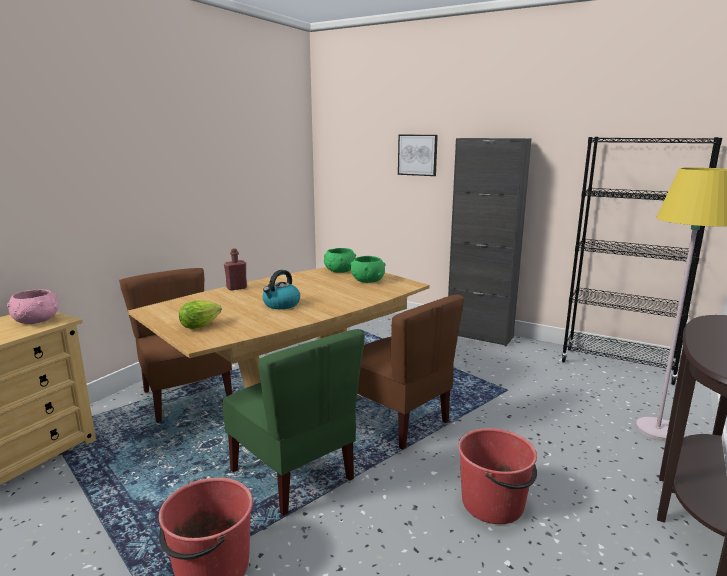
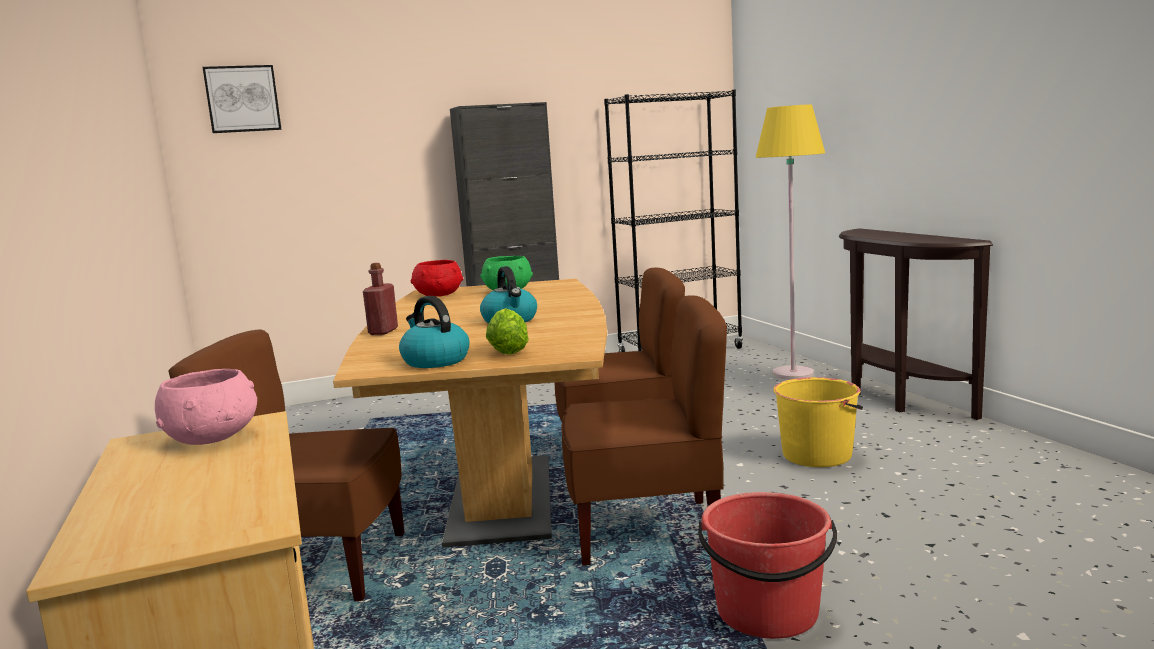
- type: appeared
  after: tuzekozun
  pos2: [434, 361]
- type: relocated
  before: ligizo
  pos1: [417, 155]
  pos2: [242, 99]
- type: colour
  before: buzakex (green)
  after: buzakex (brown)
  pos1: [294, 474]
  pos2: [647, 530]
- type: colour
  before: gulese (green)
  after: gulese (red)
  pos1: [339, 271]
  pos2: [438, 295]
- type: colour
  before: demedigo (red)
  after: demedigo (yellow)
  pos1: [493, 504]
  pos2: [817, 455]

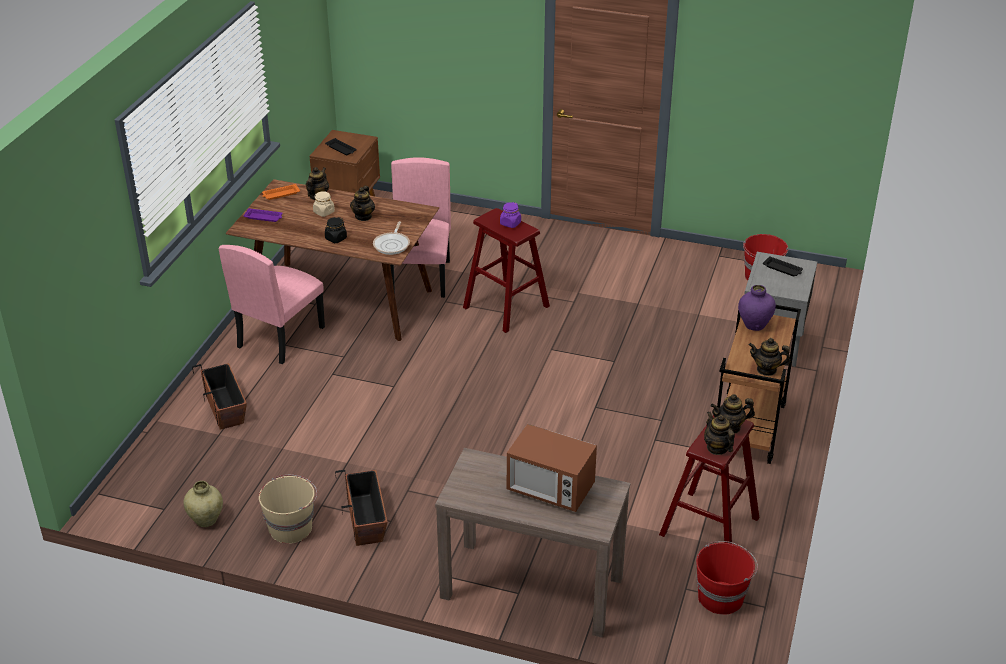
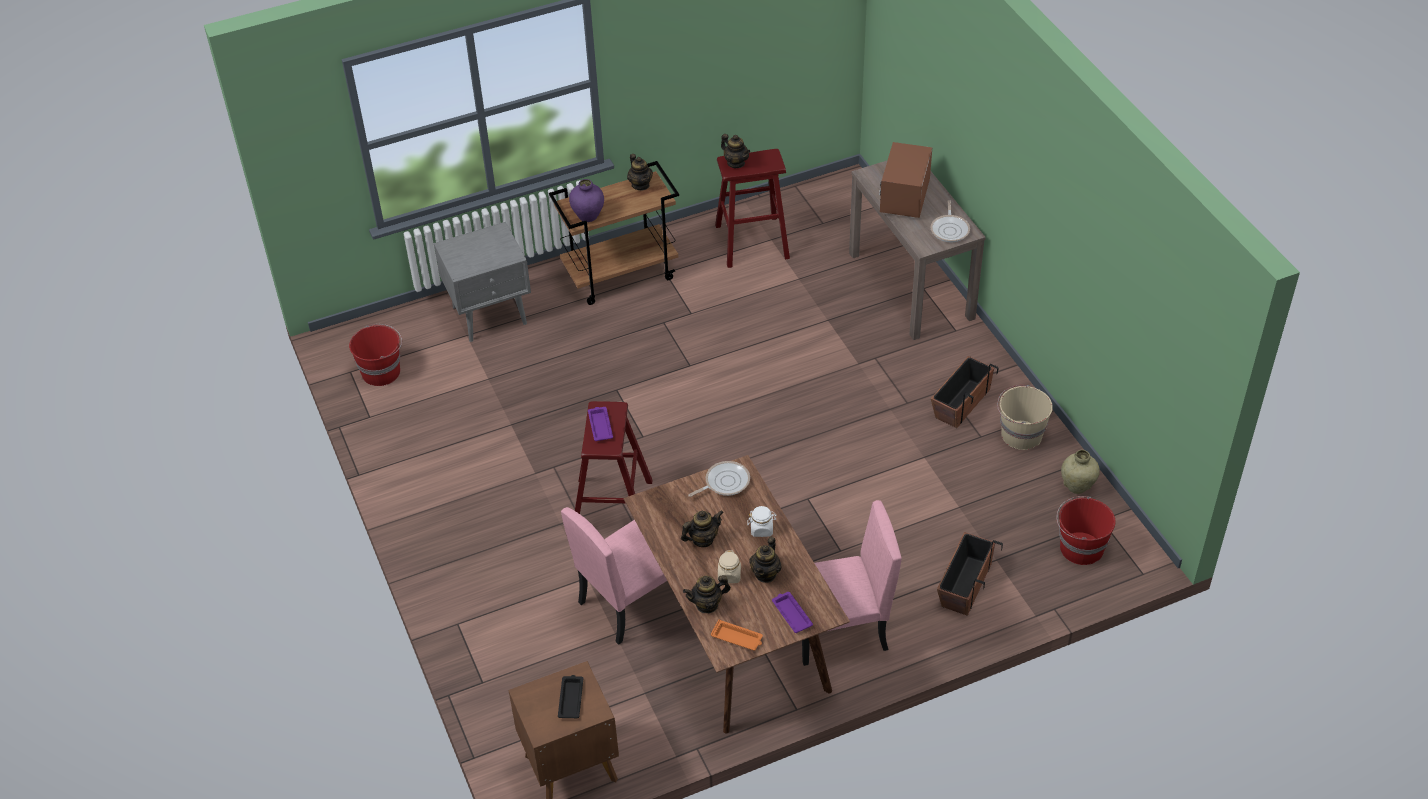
- type: missing
  before: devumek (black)
  pos1: [783, 269]
- type: appeared
  after: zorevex
  pos2: [950, 229]
- type: relocated
  before: demedigo (red)
  pos1: [721, 597]
  pos2: [1080, 548]
- type: relocated
  before: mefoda
  pos1: [717, 448]
  pos2: [765, 574]
- type: exchanged
  before: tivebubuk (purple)
  after: devumek (purple)
  pos1: [510, 223]
  pos2: [600, 425]
- type: colour
  before: tivebubuk (black)
  after: tivebubuk (white)
  pos1: [336, 238]
  pos2: [762, 529]
- type: spun
  before: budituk
  pos1: [550, 489]
  pos2: [904, 198]
  turn: -150

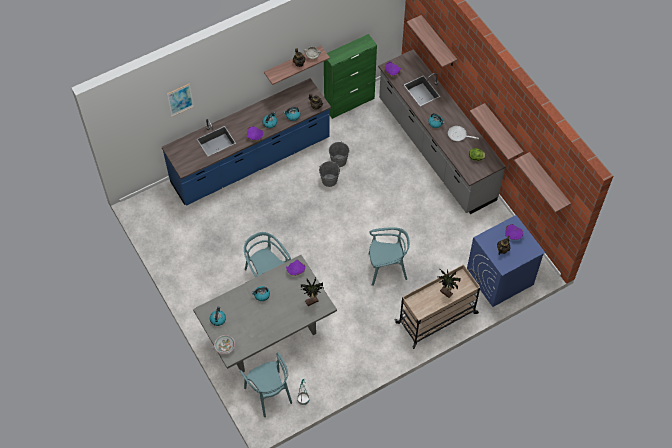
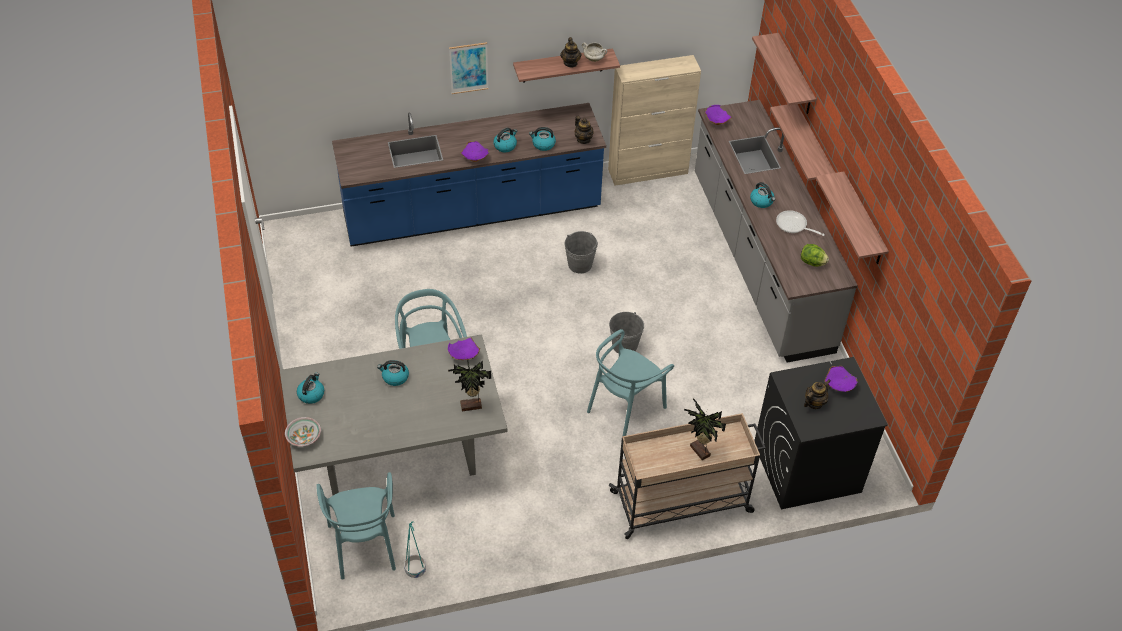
- type: relocated
  before: ligizo
  pos1: [180, 100]
  pos2: [468, 68]
- type: relocated
  before: demedigo (grey)
  pos1: [339, 161]
  pos2: [625, 345]
- type: relocated
  before: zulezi
  pos1: [548, 182]
  pos2: [813, 147]
- type: colour
  before: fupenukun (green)
  after: fupenukun (beige)
  pos1: [349, 103]
  pos2: [648, 171]
- type: colour
  before: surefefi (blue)
  after: surefefi (black)
  pos1: [499, 278]
  pos2: [806, 468]
- type: spun
  before: buzakex (turquoise)
  pos1: [387, 268]
  pos2: [625, 407]
  turn: 120

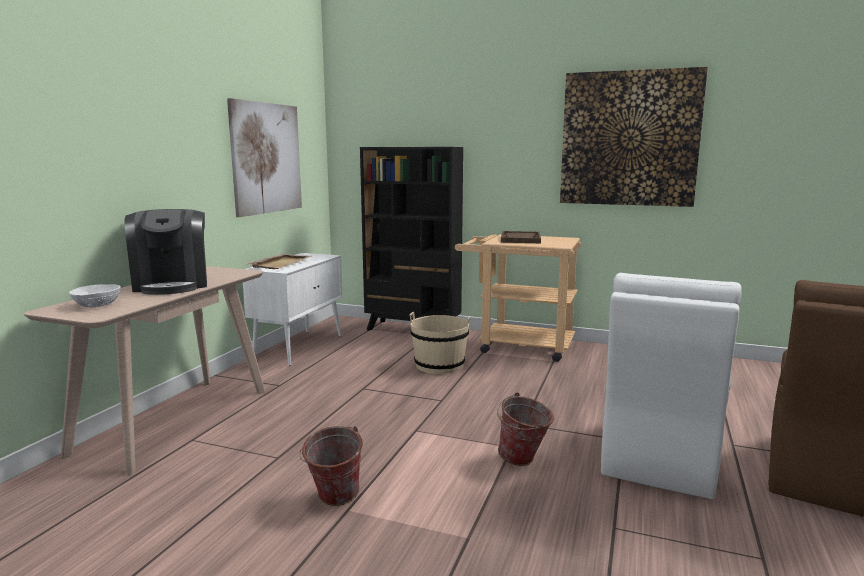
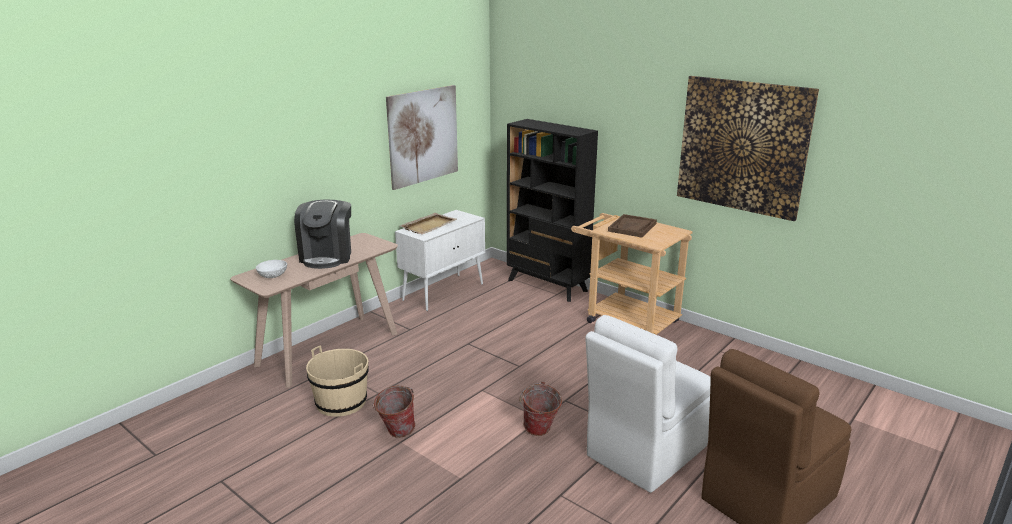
- type: relocated
  before: demedigo (beige)
  pos1: [439, 365]
  pos2: [341, 402]

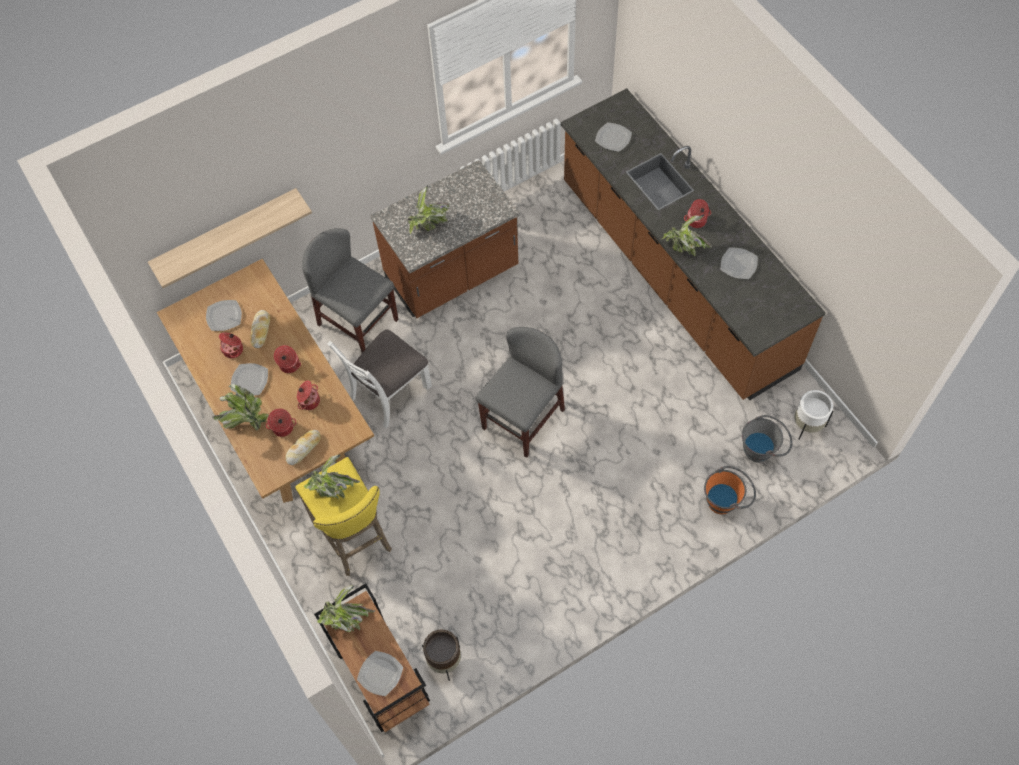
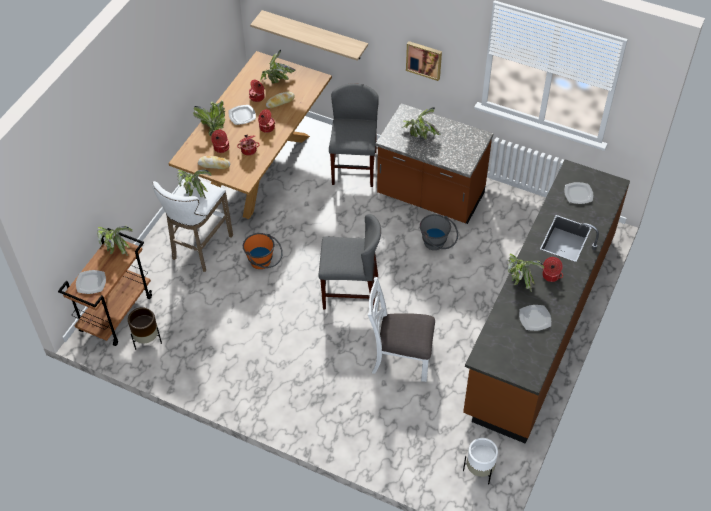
- type: appeared
  after: ligizo
  pos2: [424, 59]
- type: relocated
  before: buzakex (white)
  pos1: [389, 392]
  pos2: [400, 358]
- type: relocated
  before: demedigo (orange)
  pos1: [726, 500]
  pos2: [264, 263]
- type: relocated
  before: demedigo (grey)
  pos1: [763, 449]
  pos2: [437, 244]
- type: exchanged
  before: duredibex
  after: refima
  pos1: [224, 316]
  pos2: [277, 80]
- type: colour
  before: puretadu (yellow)
  after: puretadu (white)
  pos1: [355, 538]
  pos2: [200, 249]

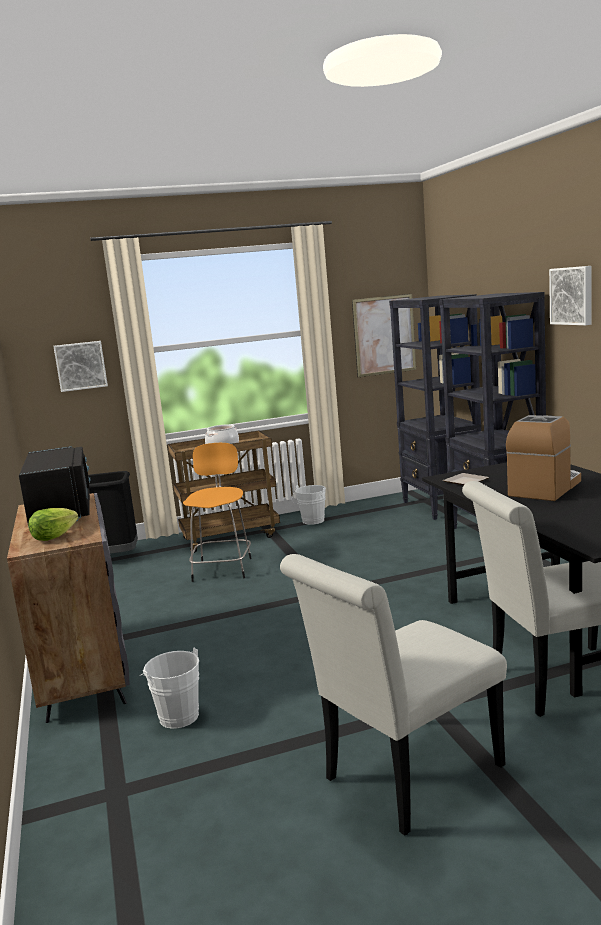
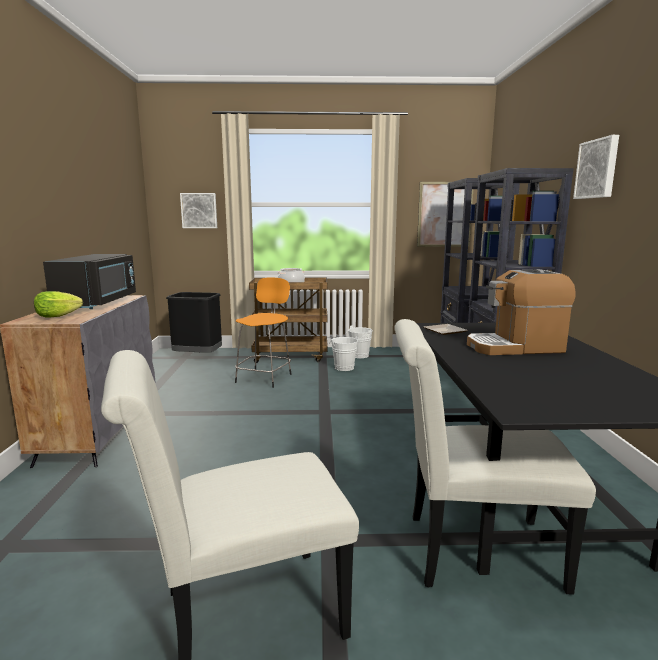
- type: relocated
  before: demedigo (white)
  pos1: [176, 715]
  pos2: [343, 367]
- type: spun
  before: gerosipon
  pos1: [545, 488]
  pos2: [515, 347]
  turn: -150

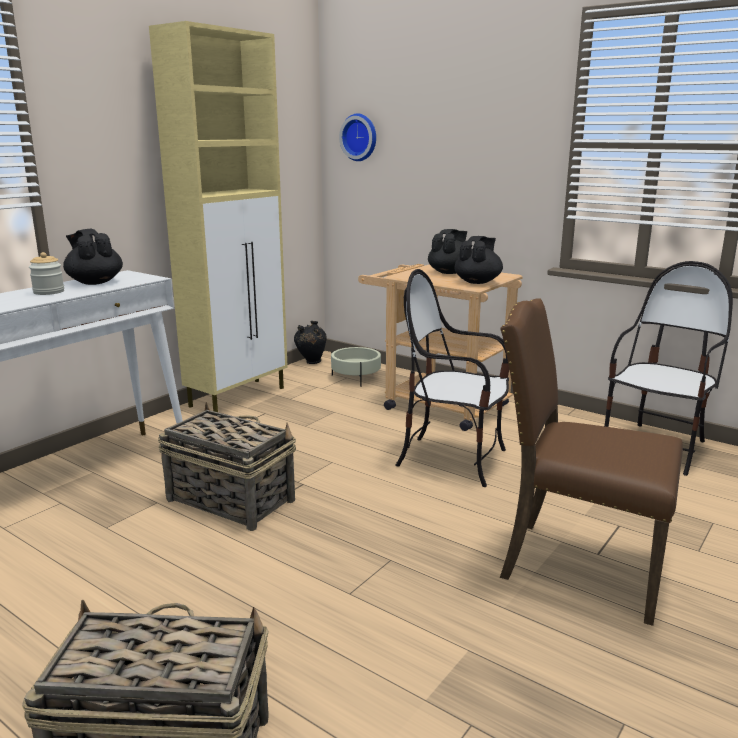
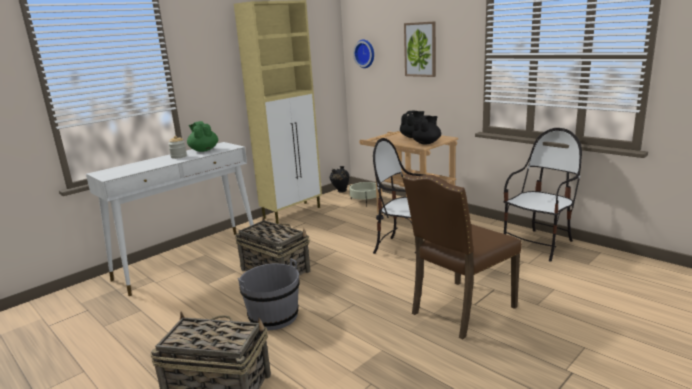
- type: appeared
  after: demedigo (grey)
  pos2: [273, 316]
- type: appeared
  after: ligizo
  pos2: [420, 49]
- type: colour
  before: mefoda (black)
  after: mefoda (green)
  pos1: [95, 282]
  pos2: [204, 150]
- type: spun
  before: buzakex (brown)
  pos1: [578, 565]
  pos2: [460, 310]
  turn: -75

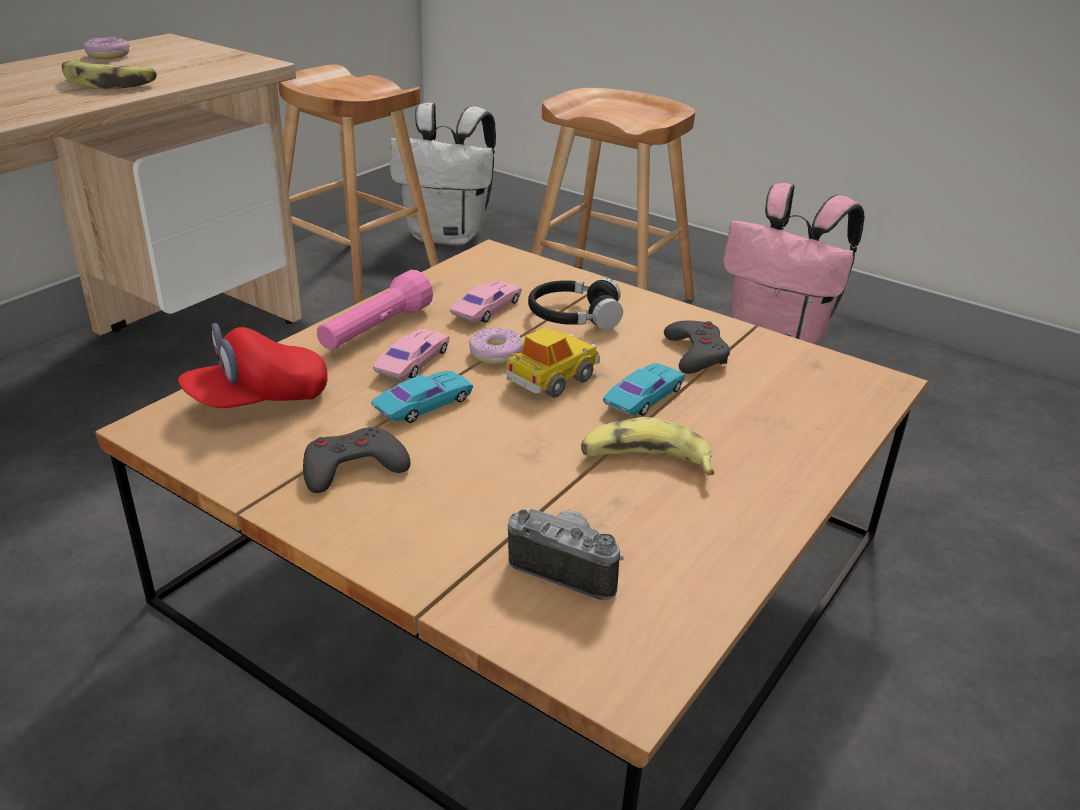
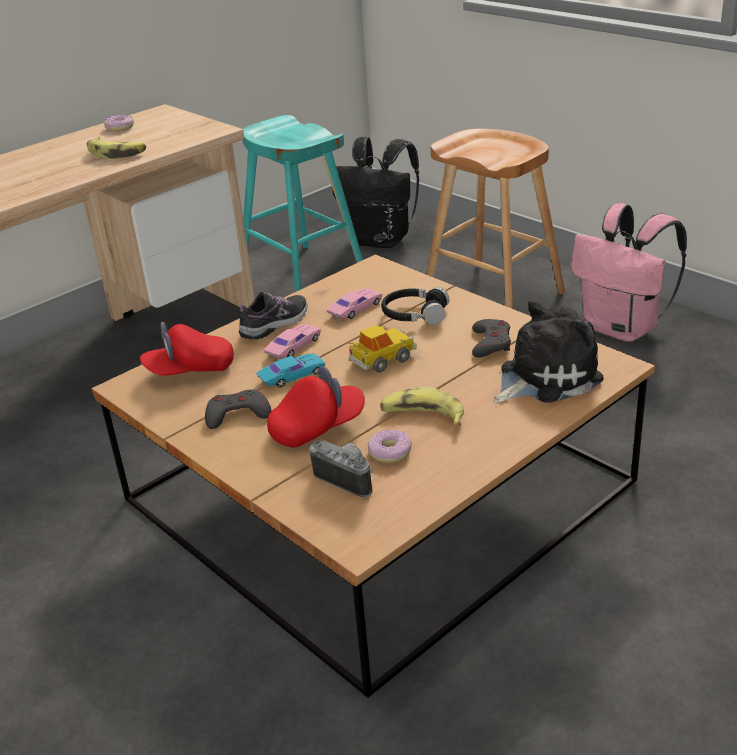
- type: missing
  before: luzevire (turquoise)
  pos1: [643, 397]
- type: appeared
  after: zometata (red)
  pos2: [317, 428]
- type: appeared
  after: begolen
  pos2: [544, 377]
- type: relocated
  before: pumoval
  pos1: [495, 354]
  pos2: [390, 452]
- type: exchanged
  before: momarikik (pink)
  after: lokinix
  pos1: [375, 330]
  pos2: [275, 324]
- type: colour
  before: puretadu (brown)
  after: puretadu (turquoise)
  pos1: [356, 276]
  pos2: [303, 274]
- type: colour
  before: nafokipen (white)
  after: nafokipen (black)
  pos1: [448, 236]
  pos2: [381, 240]

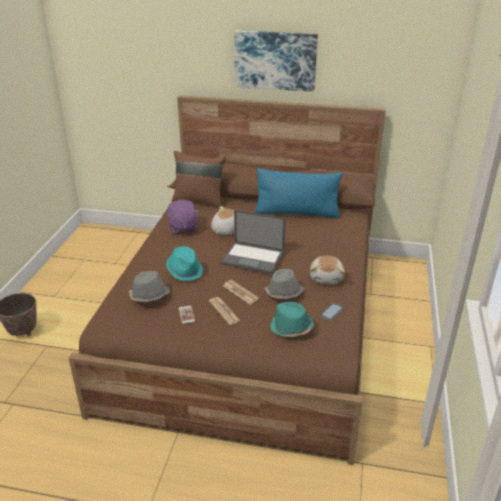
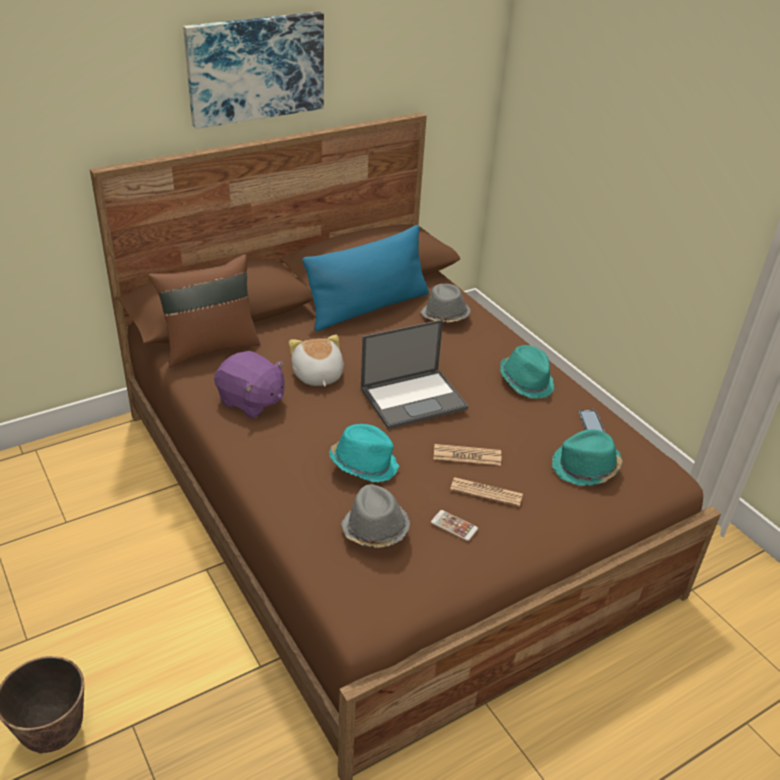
- type: relocated
  before: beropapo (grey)
  pos1: [283, 293]
  pos2: [444, 316]
- type: exchanged
  before: begolen
  after: beropapo (turquoise)
  pos1: [327, 278]
  pos2: [526, 382]

